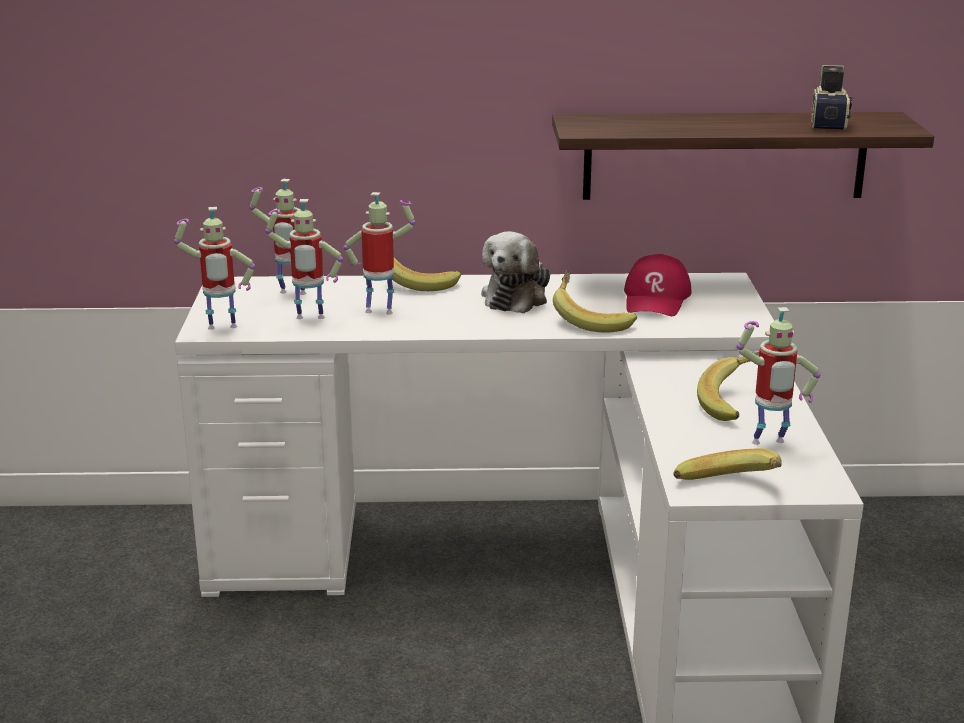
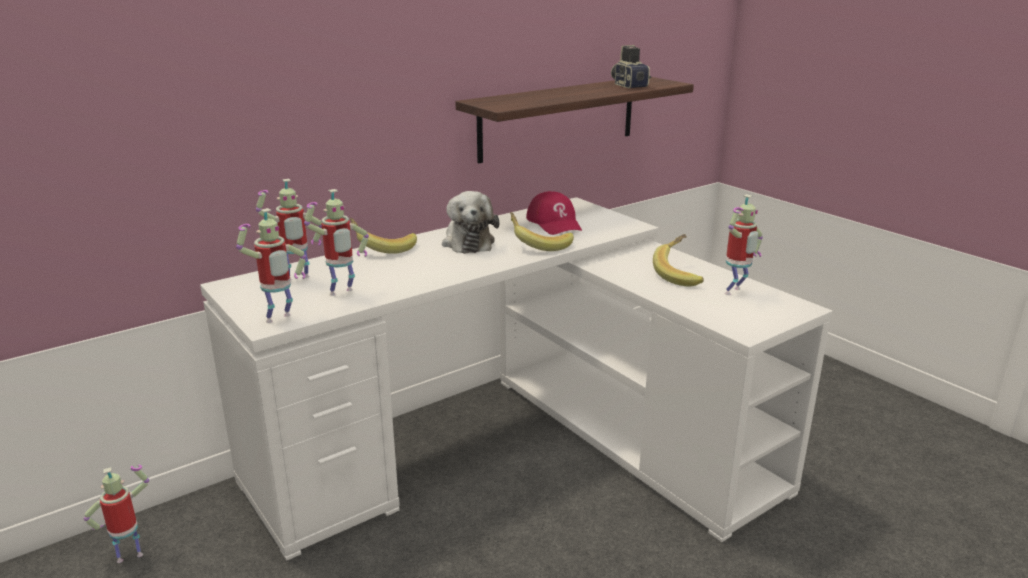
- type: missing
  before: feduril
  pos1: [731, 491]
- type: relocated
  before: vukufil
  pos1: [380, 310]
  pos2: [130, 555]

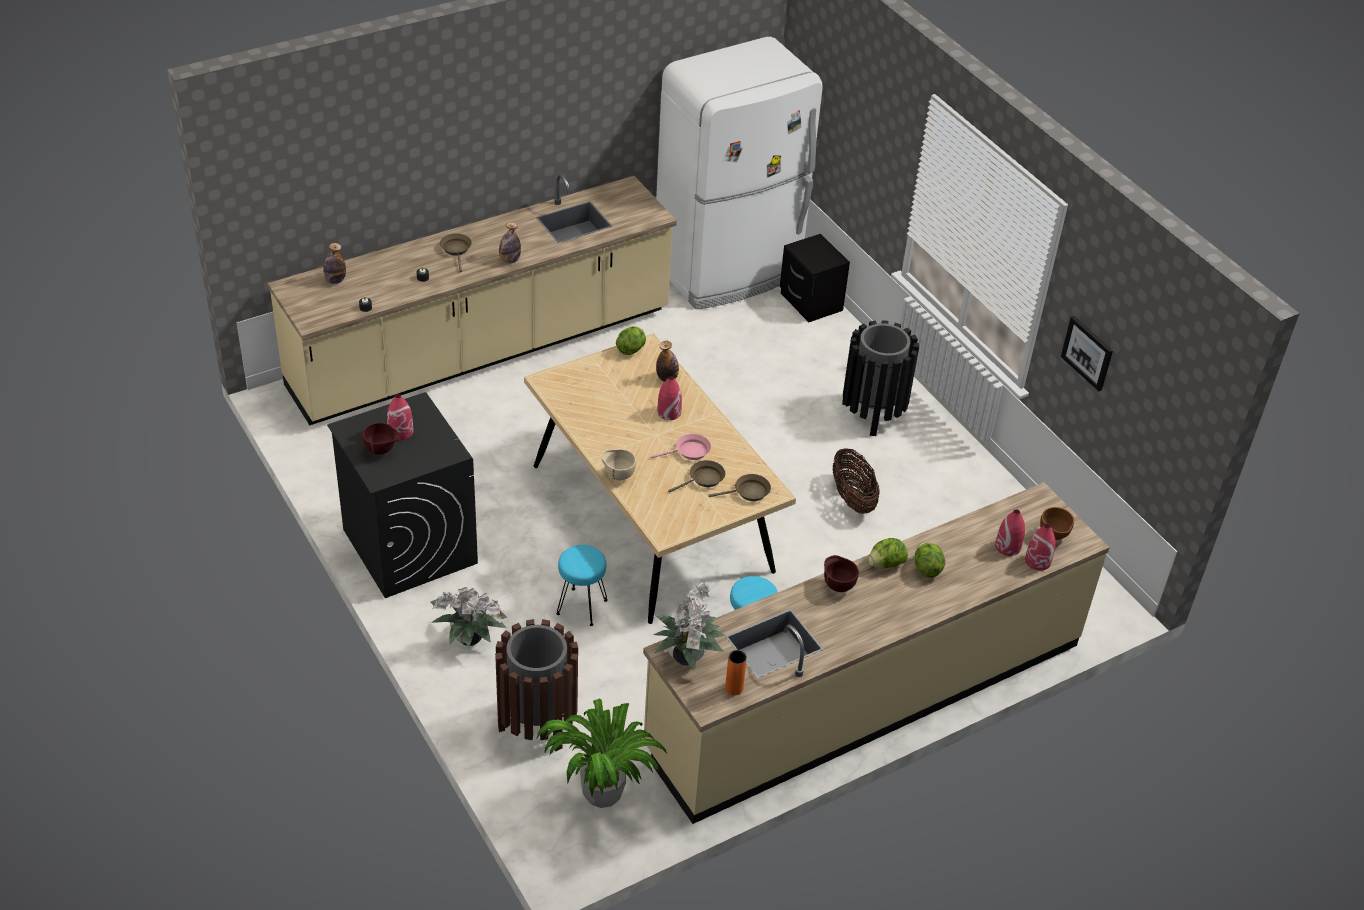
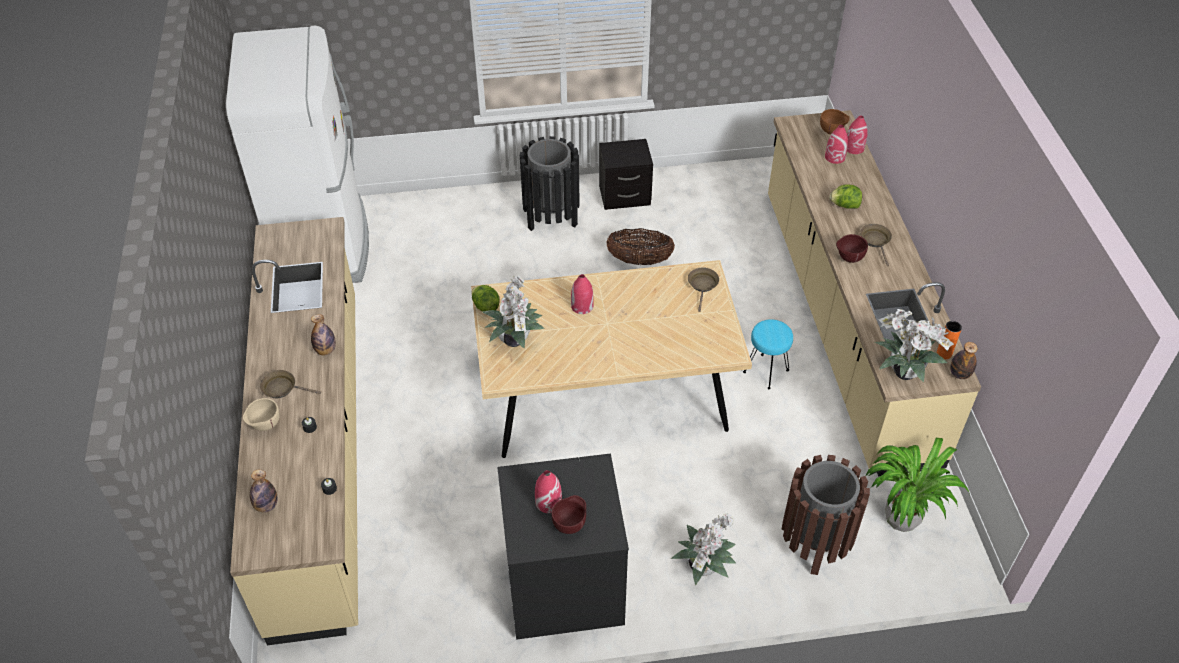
- type: missing
  before: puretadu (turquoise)
  pos1: [581, 606]
- type: missing
  before: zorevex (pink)
  pos1: [689, 452]
- type: missing
  before: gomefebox
  pos1: [886, 564]
- type: missing
  before: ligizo
  pos1: [1088, 352]
- type: appeared
  after: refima
  pos2: [514, 339]
- type: relocated
  before: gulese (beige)
  pos1: [618, 475]
  pos2: [265, 426]
- type: relocated
  before: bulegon
  pos1: [667, 378]
  pos2: [959, 374]
- type: relocated
  before: zorevex (brown)
  pos1: [704, 479]
  pos2: [876, 241]
- type: relocated
  before: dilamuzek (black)
  pos1: [809, 302]
  pos2: [625, 196]

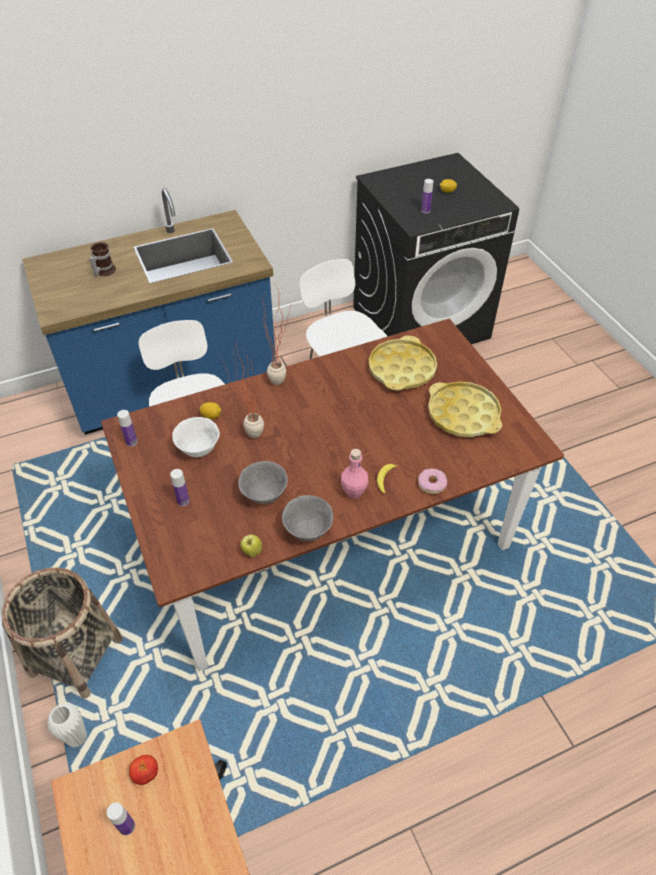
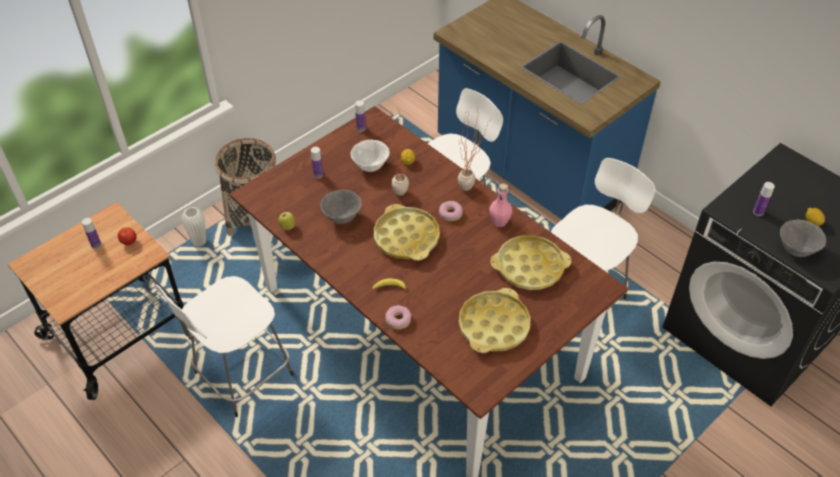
- type: missing
  before: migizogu
  pos1: [103, 271]
- type: appeared
  after: puretadu (white)
  pos2: [241, 376]
- type: appeared
  after: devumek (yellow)
  pos2: [406, 237]
- type: appeared
  after: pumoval
  pos2: [450, 213]
- type: relocated
  before: gulese (grey)
  pos1: [308, 530]
  pos2: [796, 250]
- type: relocated
  before: bulegon (pink)
  pos1: [354, 492]
  pos2: [499, 222]

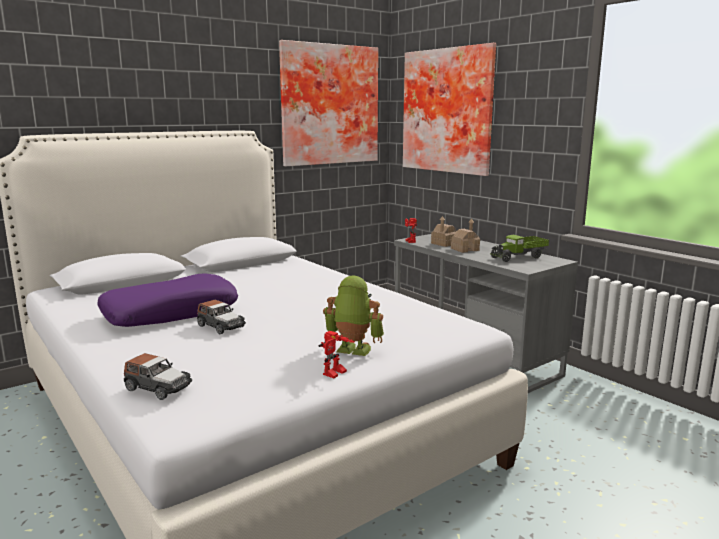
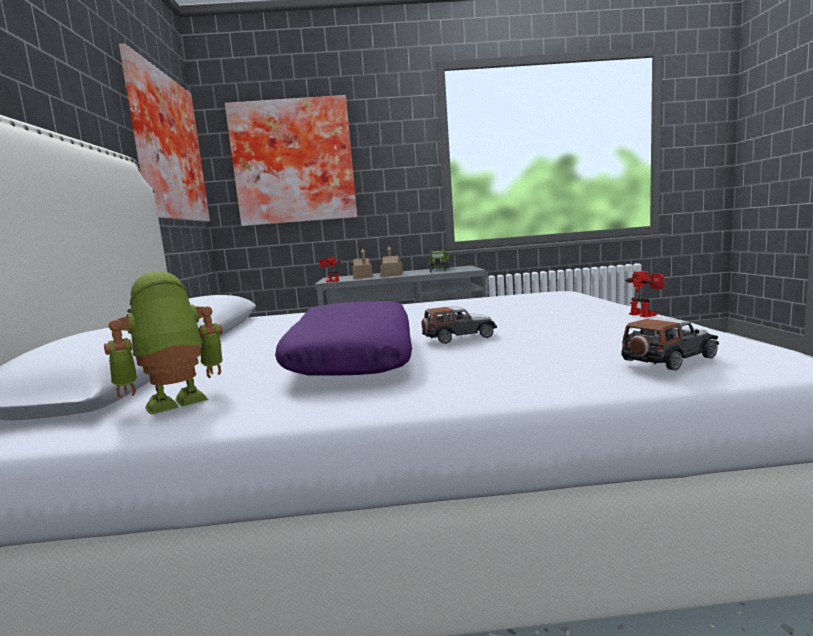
- type: relocated
  before: vukufil
  pos1: [352, 351]
  pos2: [176, 403]

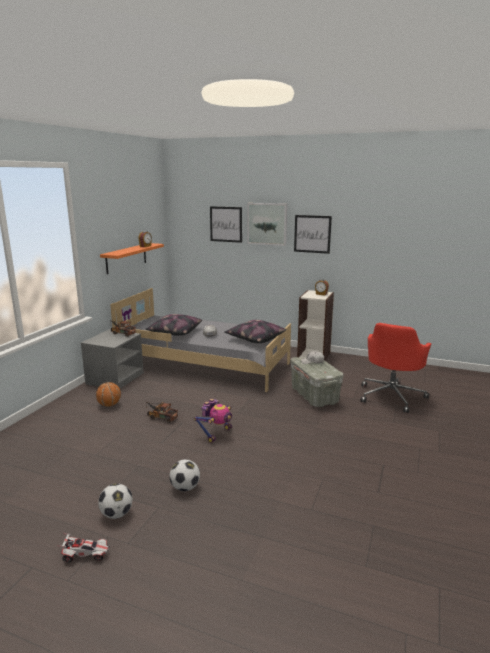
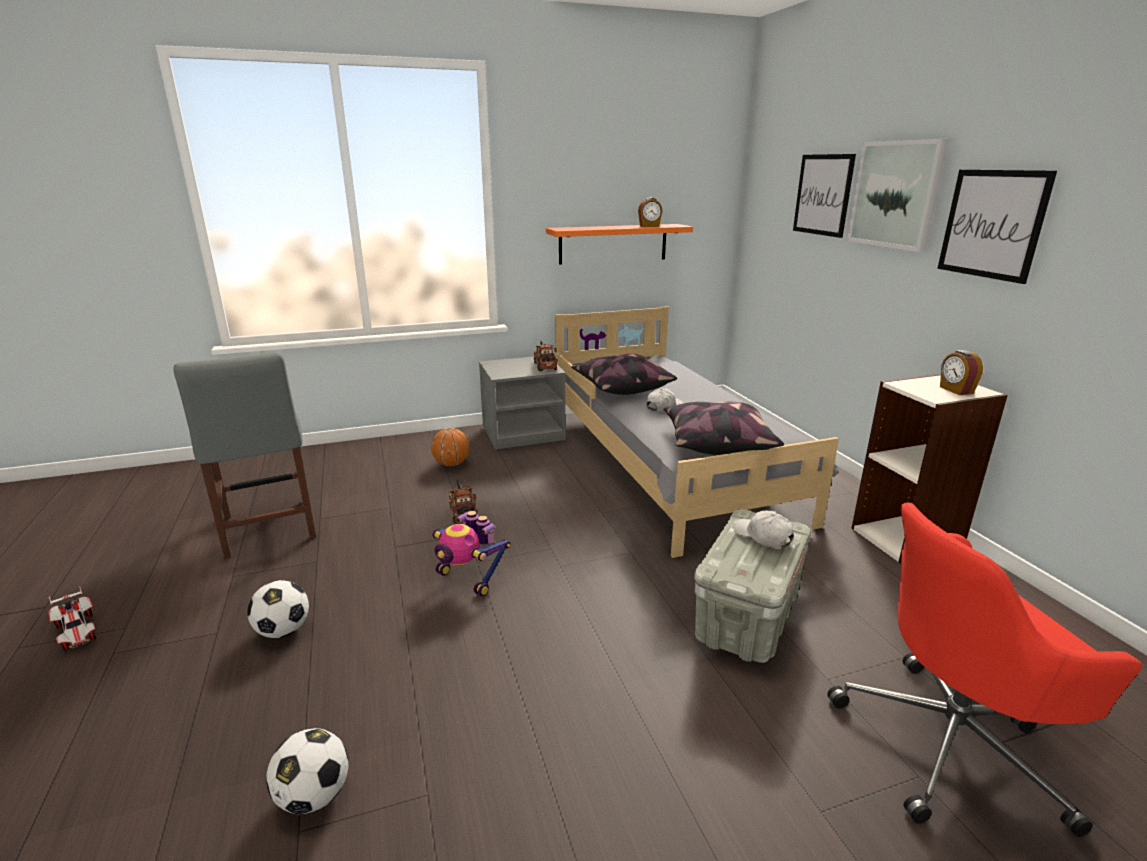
- type: appeared
  after: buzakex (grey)
  pos2: [268, 529]
- type: relocated
  before: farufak
  pos1: [116, 514]
  pos2: [314, 796]
- type: spun
  before: vukufil
  pos1: [216, 433]
  pos2: [469, 579]
  turn: 45

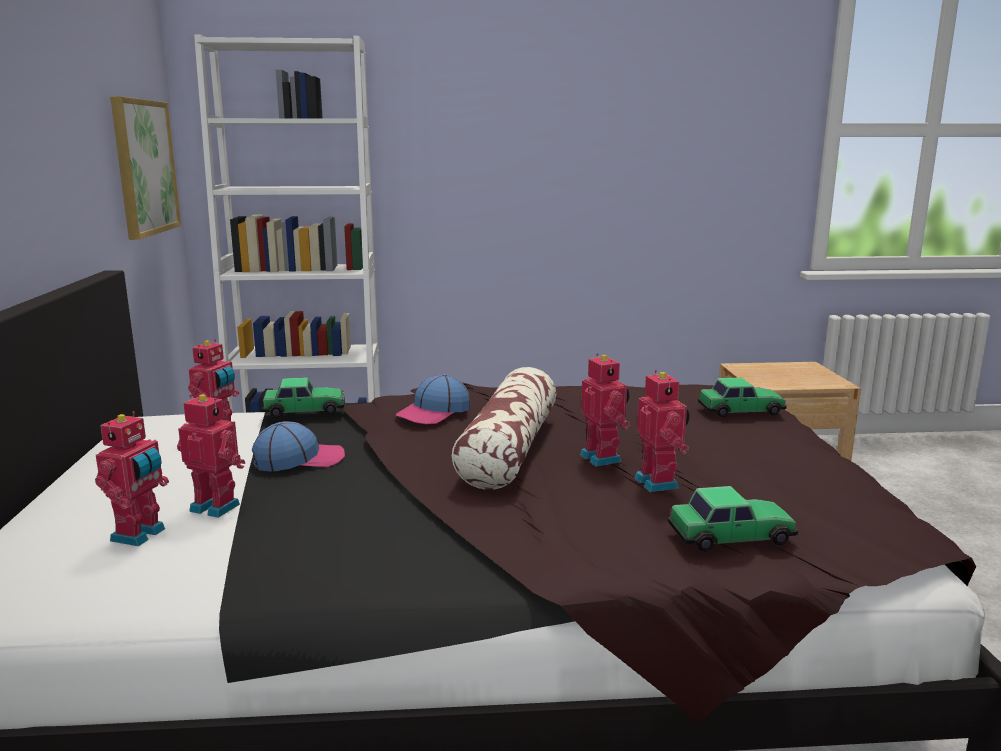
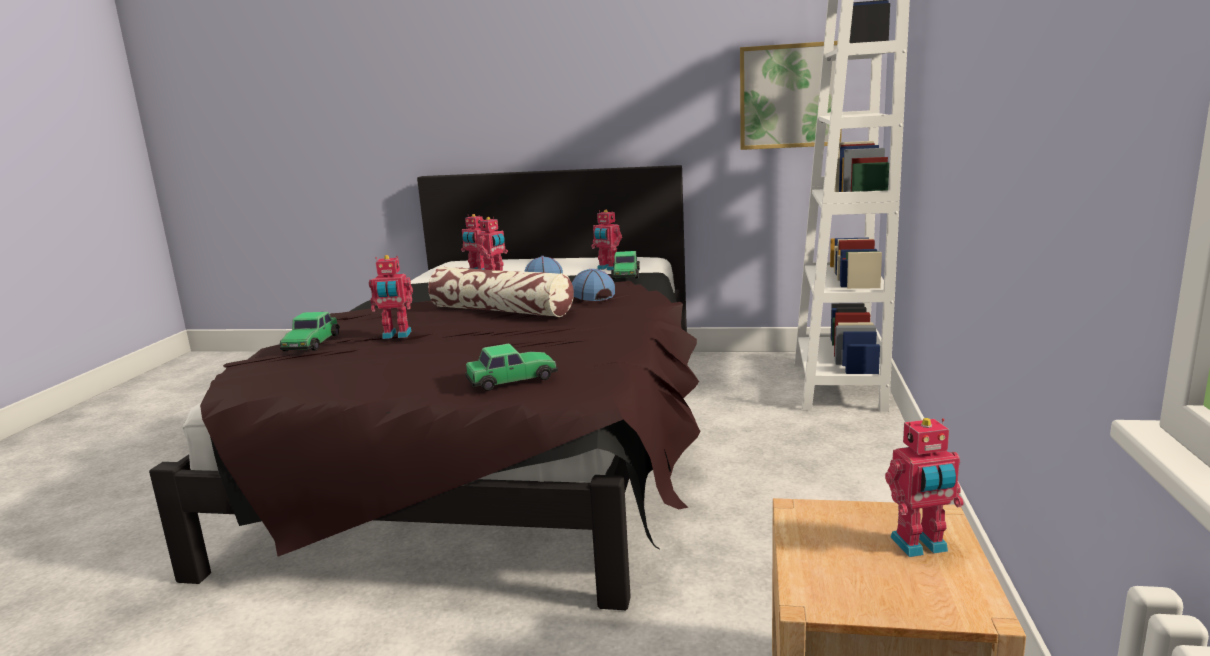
- type: relocated
  before: vukufil
  pos1: [603, 458]
  pos2: [920, 546]
- type: spun
  before: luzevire
  pos1: [741, 410]
  pos2: [512, 379]
  turn: -120

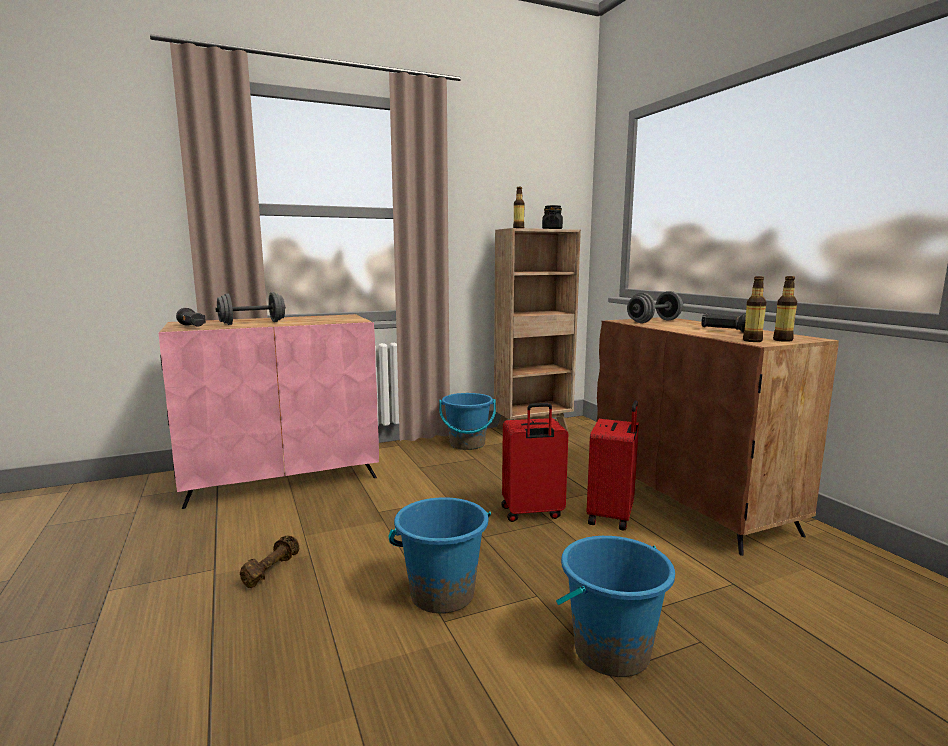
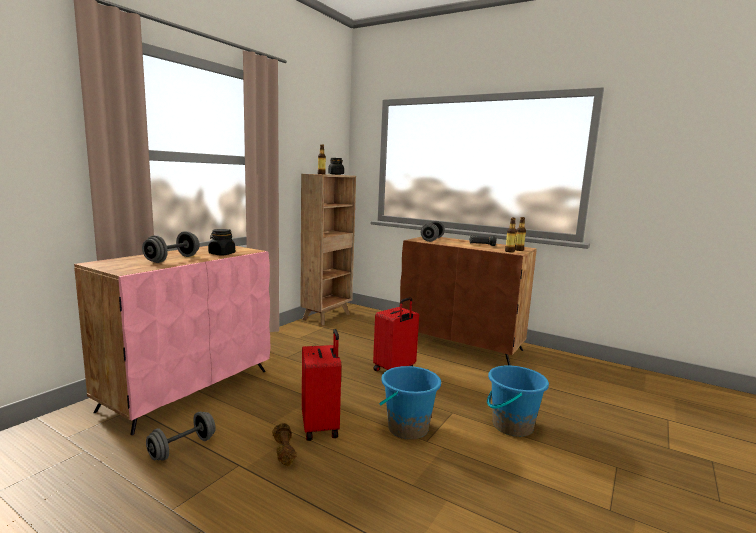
- type: missing
  before: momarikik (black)
  pos1: [192, 326]
- type: missing
  before: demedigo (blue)
  pos1: [467, 444]
- type: appeared
  after: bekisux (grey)
  pos2: [182, 448]
- type: appeared
  after: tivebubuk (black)
  pos2: [222, 254]
- type: relocated
  before: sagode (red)
  pos1: [612, 516]
  pos2: [321, 427]

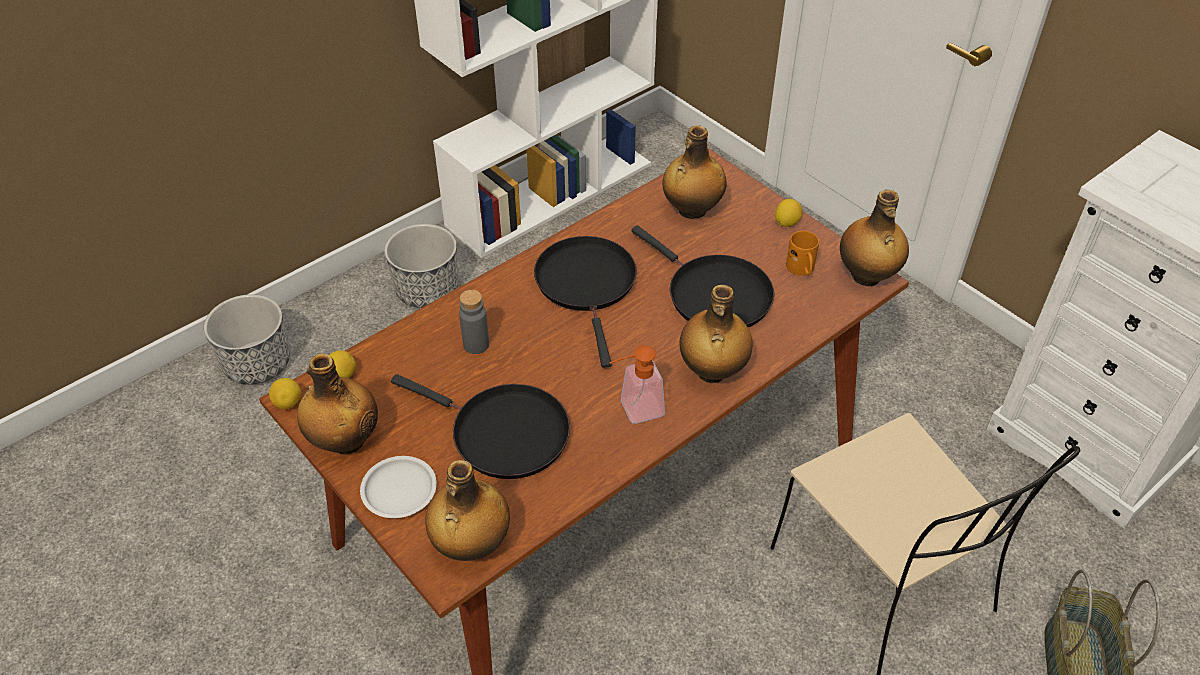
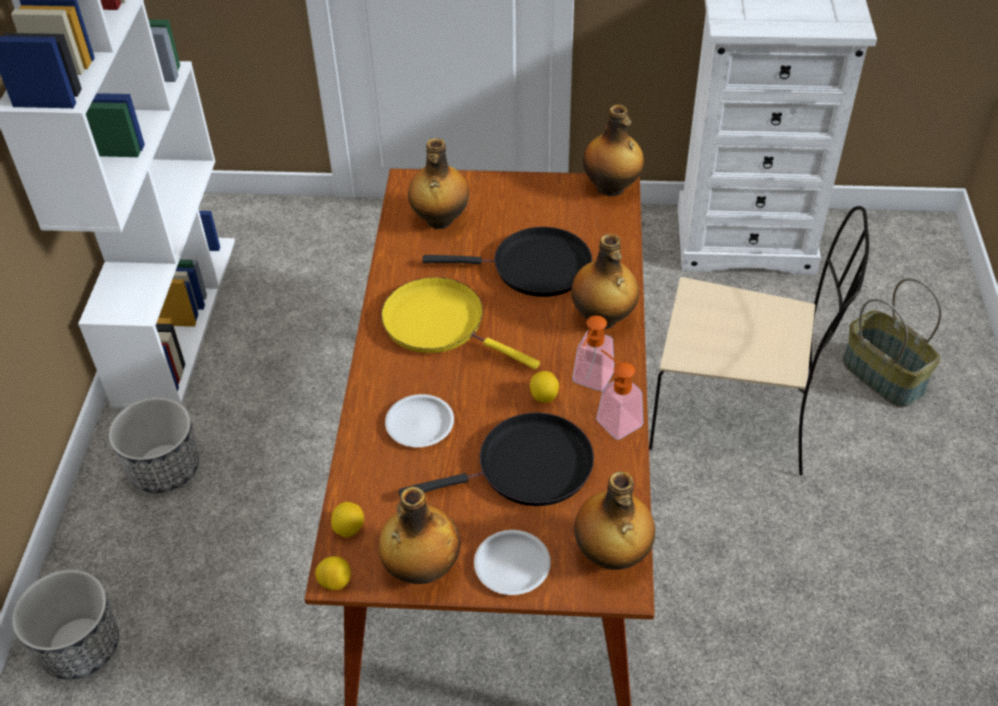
- type: missing
  before: migizogu (orange)
  pos1: [802, 270]
- type: appeared
  after: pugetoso
  pos2: [614, 418]
- type: relocated
  before: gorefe
  pos1: [786, 223]
  pos2: [544, 396]
- type: exchanged
  before: bulegon (grey)
  after: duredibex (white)
  pos1: [476, 344]
  pos2: [419, 425]
- type: colour
  before: zorevex (black)
  after: zorevex (yellow)
  pos1: [587, 285]
  pos2: [440, 323]

